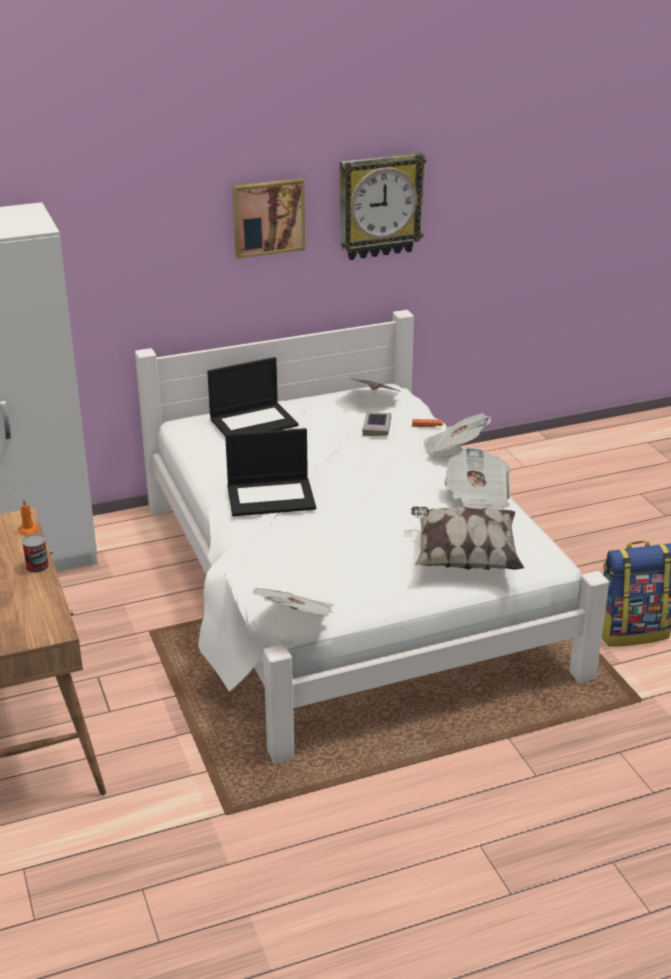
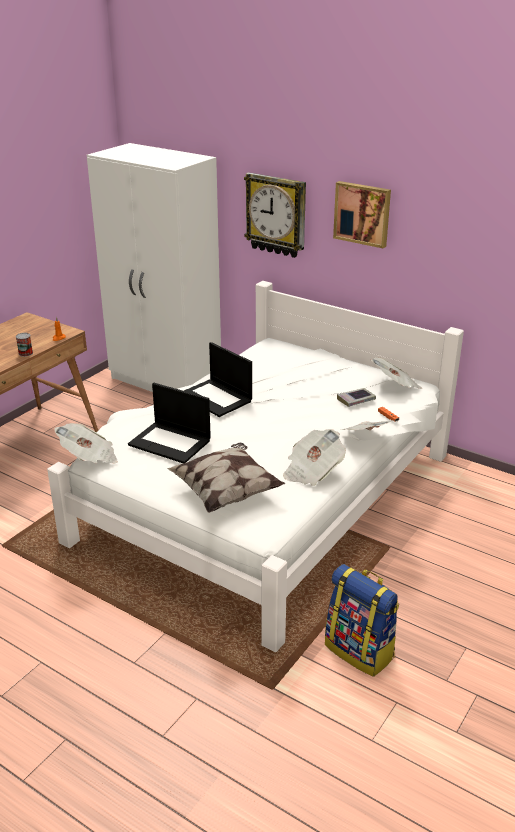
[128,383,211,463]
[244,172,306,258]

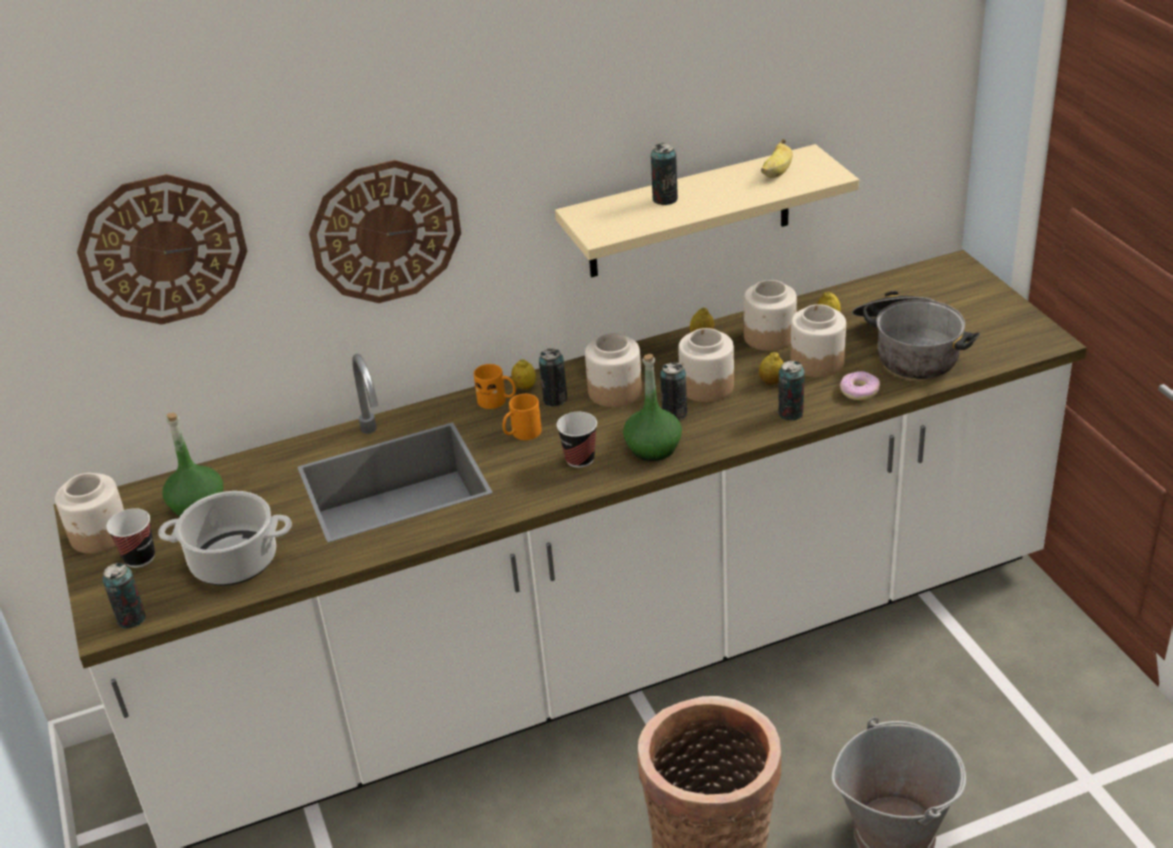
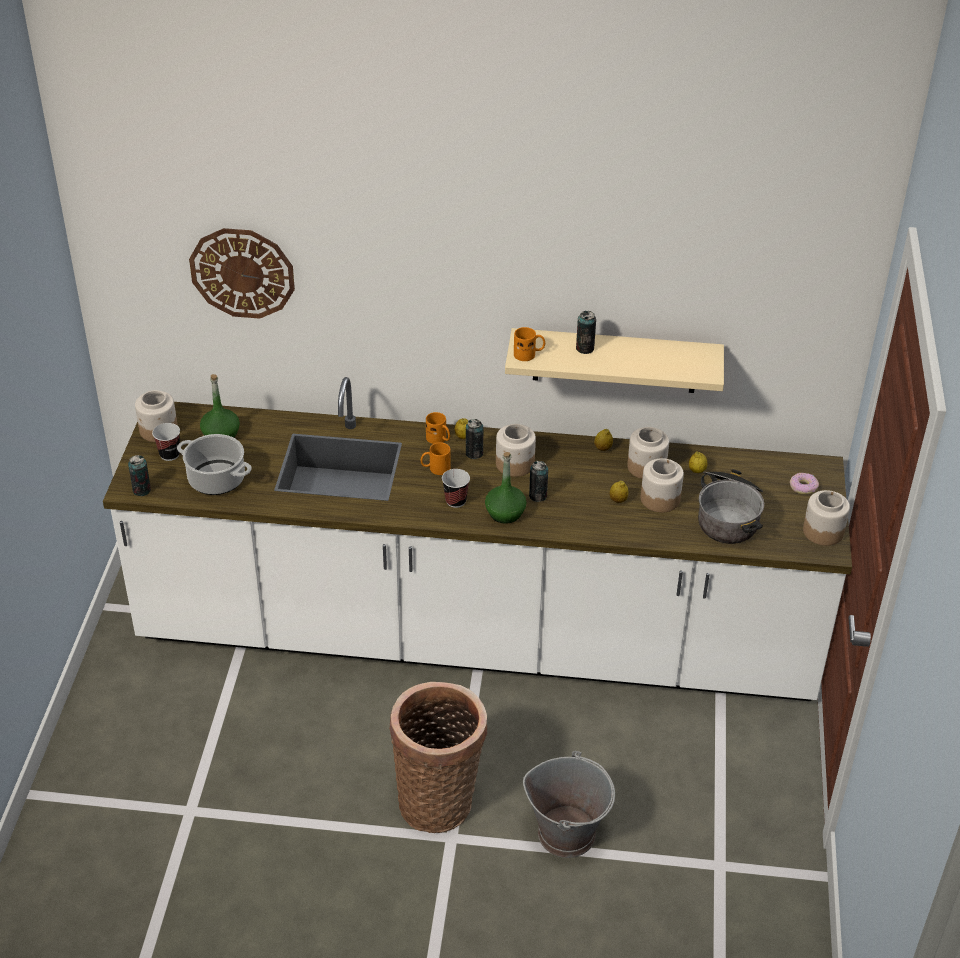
[514,327,545,361]
[790,473,819,495]
[803,490,850,546]
[309,160,461,303] (first image)
[761,139,792,178] (first image)
[778,361,805,420] (first image)

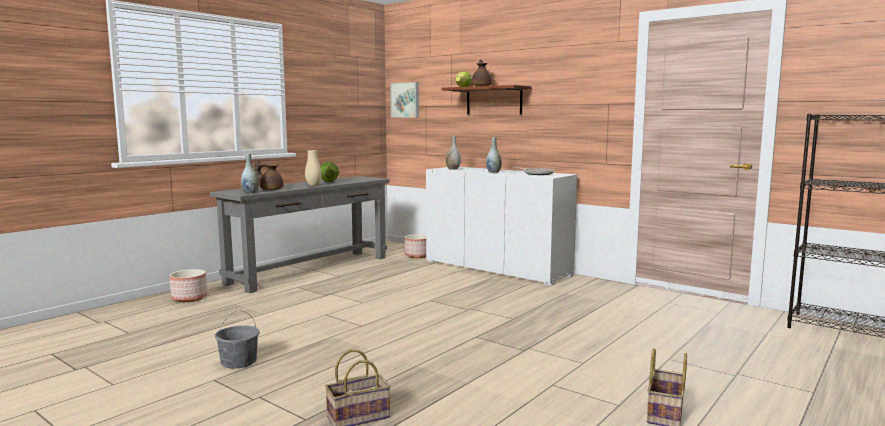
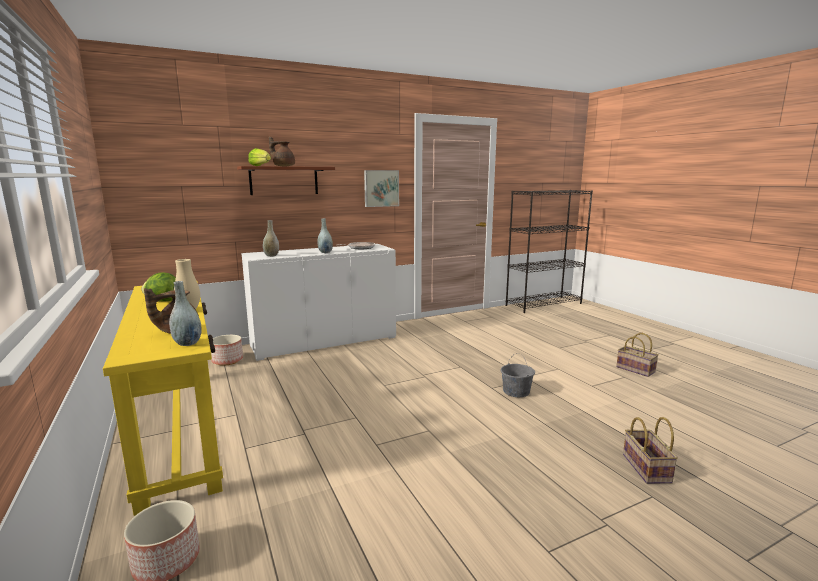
[103,281,223,516]
[364,170,399,207]
[501,353,535,397]

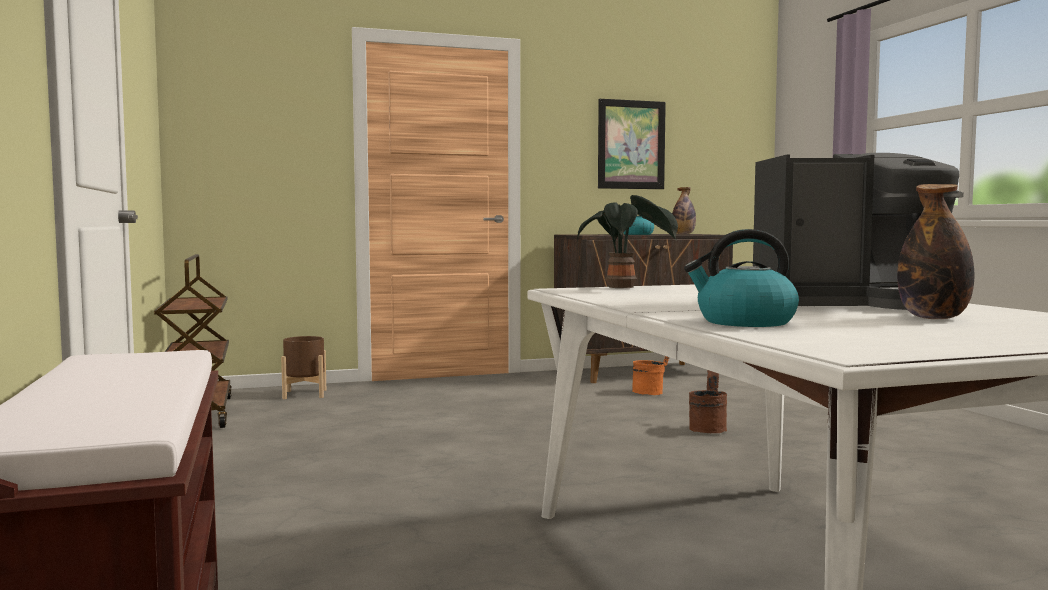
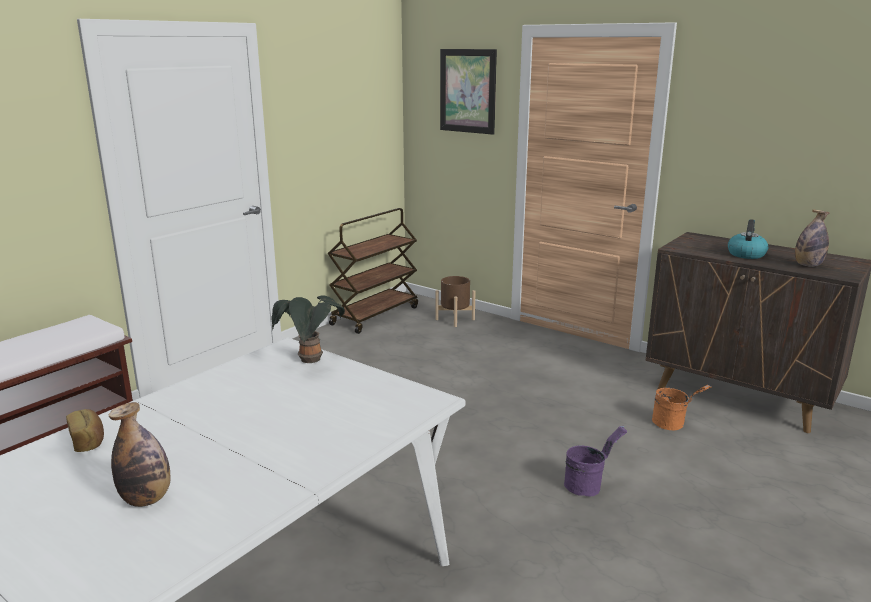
[66,409,104,452]
[440,49,497,135]
[564,426,627,497]
[753,153,964,310] (first image)

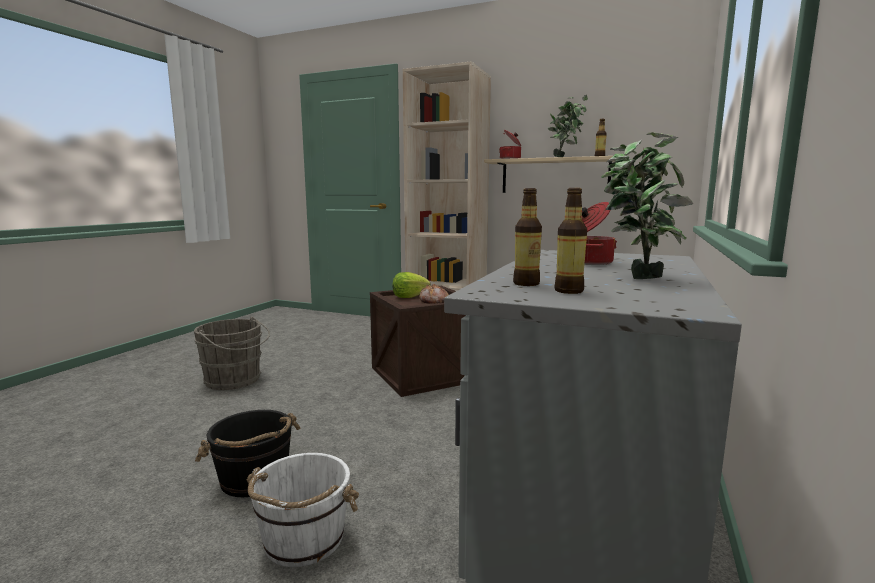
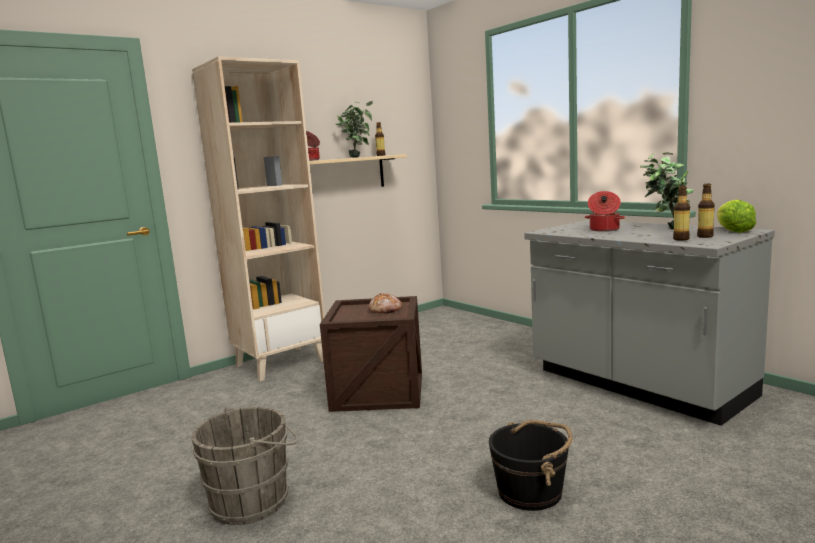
[717,199,756,233]
[247,453,359,567] (first image)

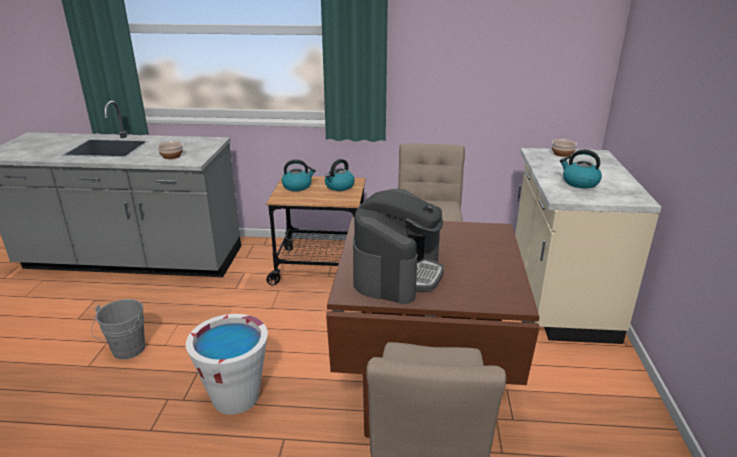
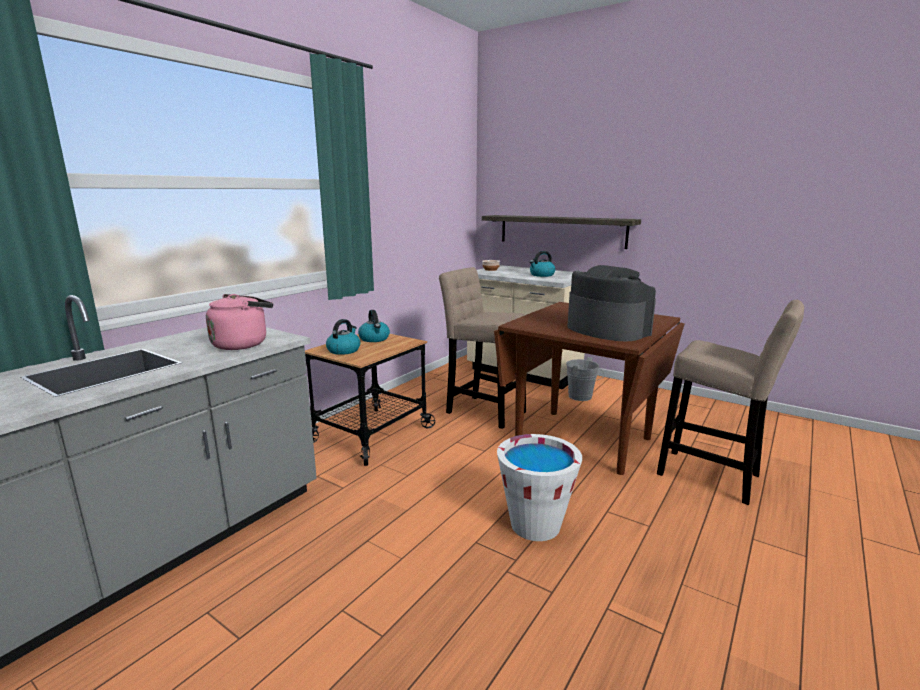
[206,294,273,350]
[482,215,641,249]
[566,357,604,401]

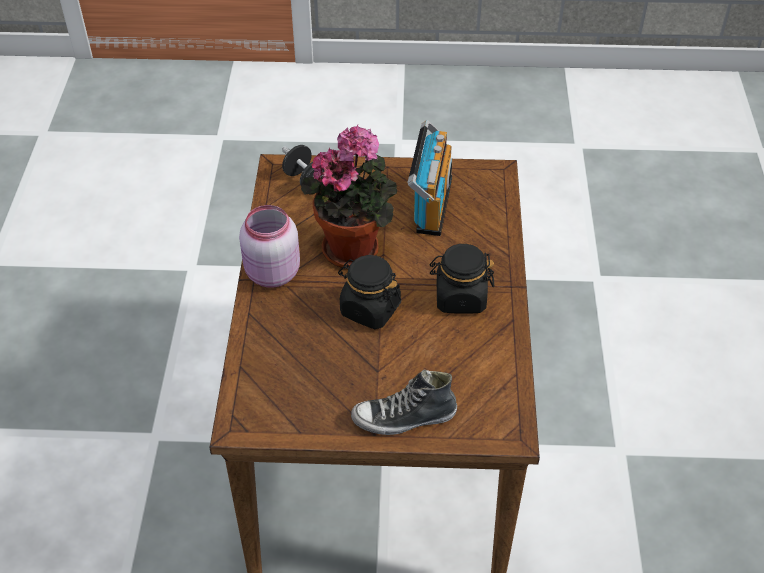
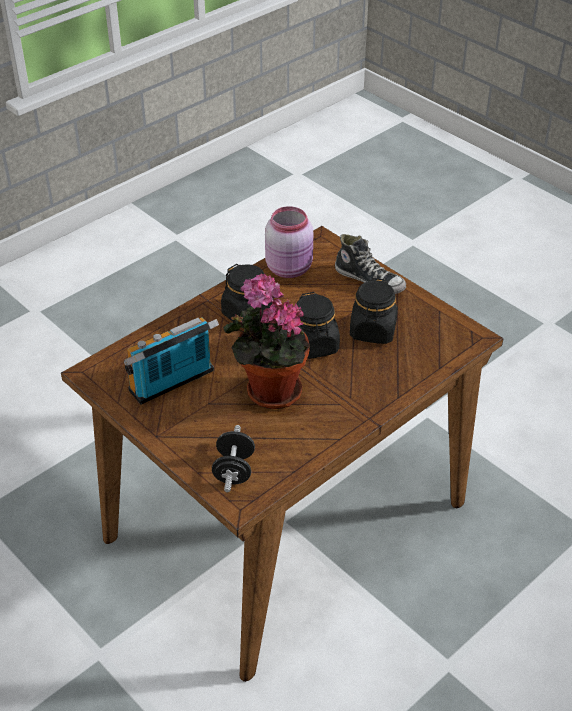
[265,206,313,278]
[350,278,398,344]

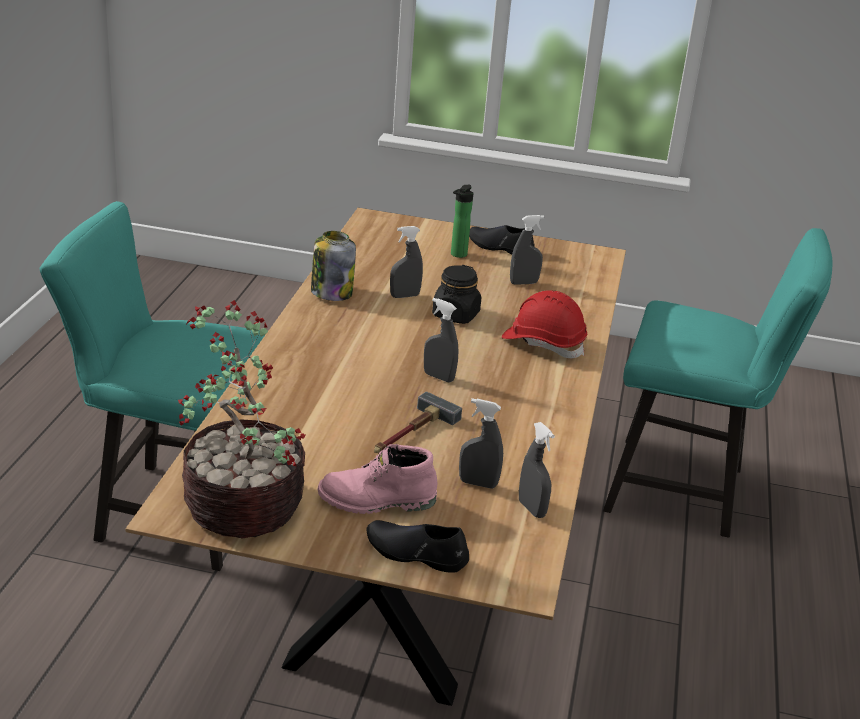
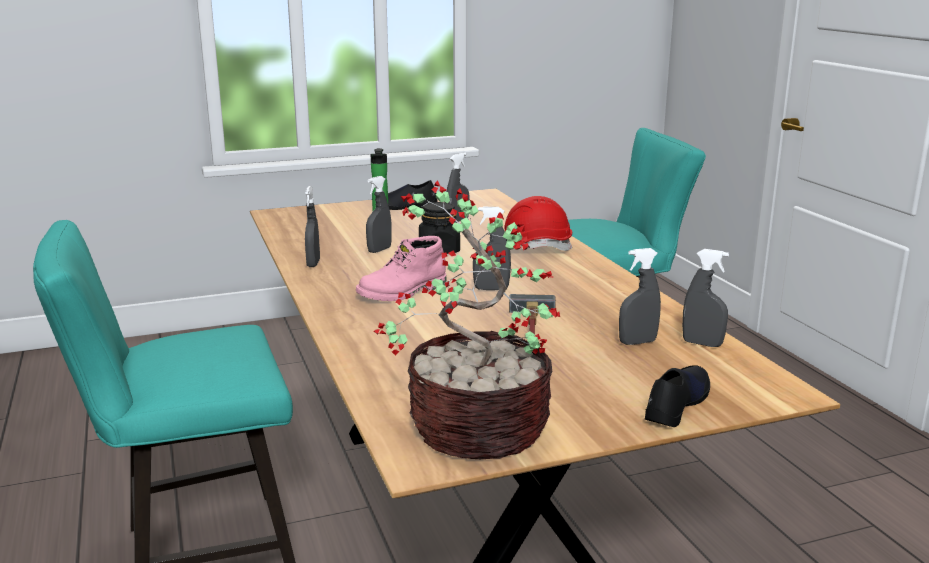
[305,186,320,267]
[356,236,446,301]
[645,365,710,427]

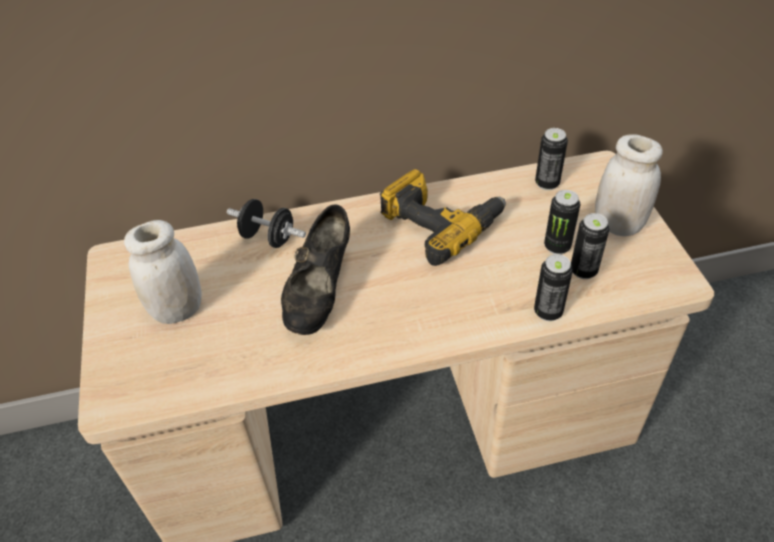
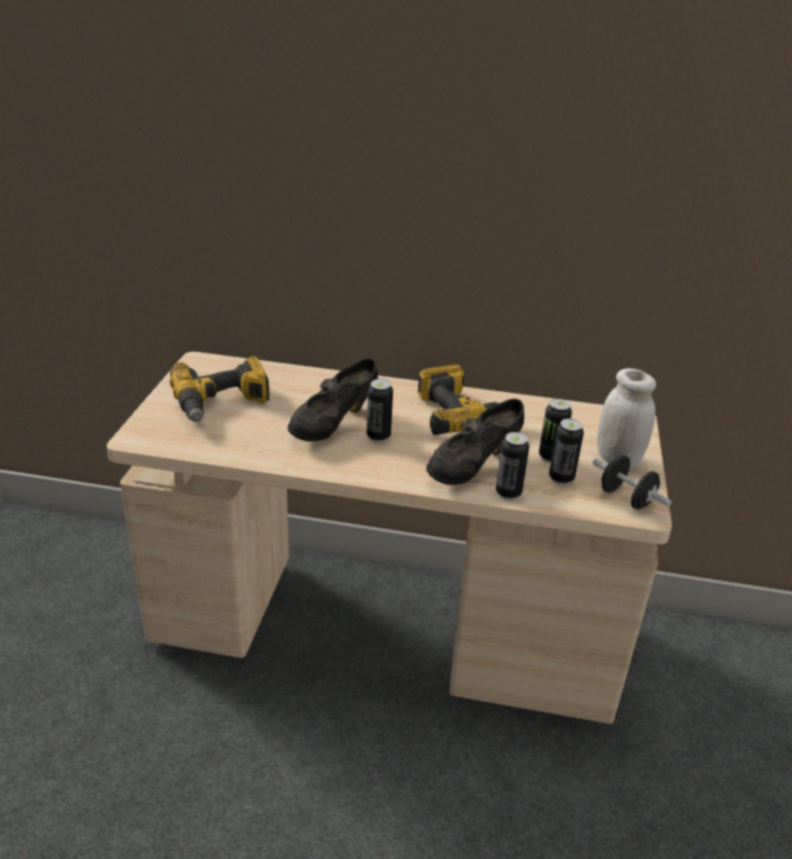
[170,356,269,422]
[367,379,393,442]
[426,399,524,485]
[593,455,672,510]

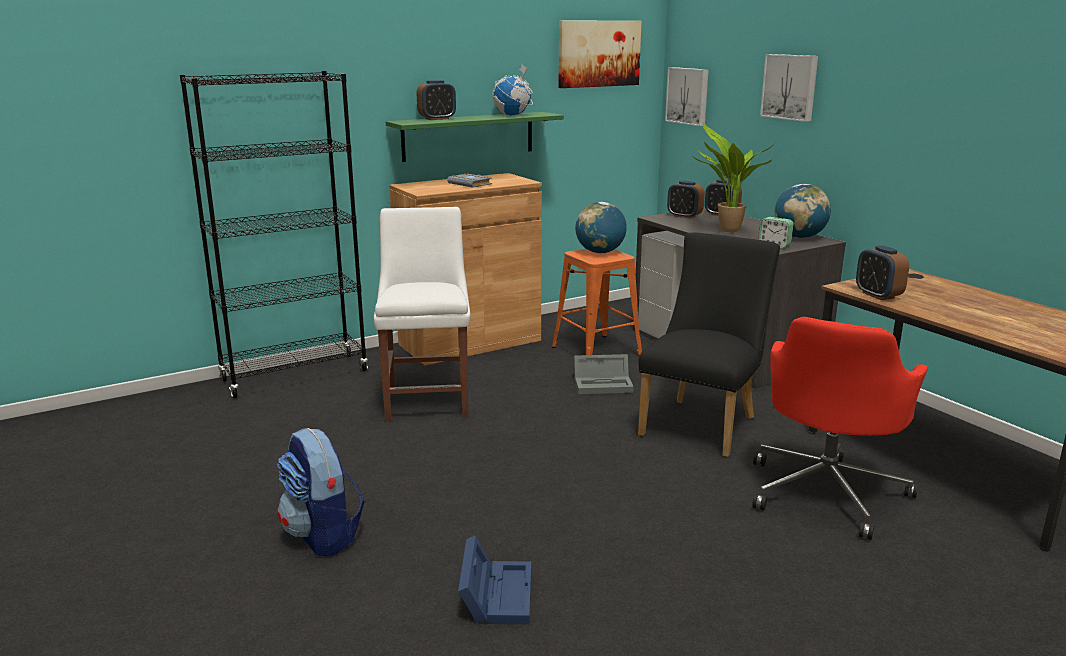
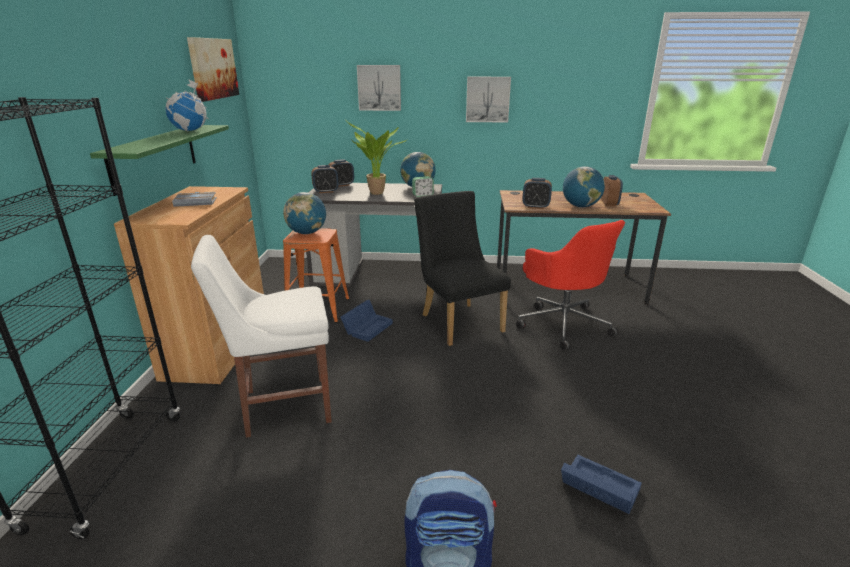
[191,235,332,438]
[341,300,393,342]
[466,77,511,123]
[563,166,605,207]
[601,175,623,206]

